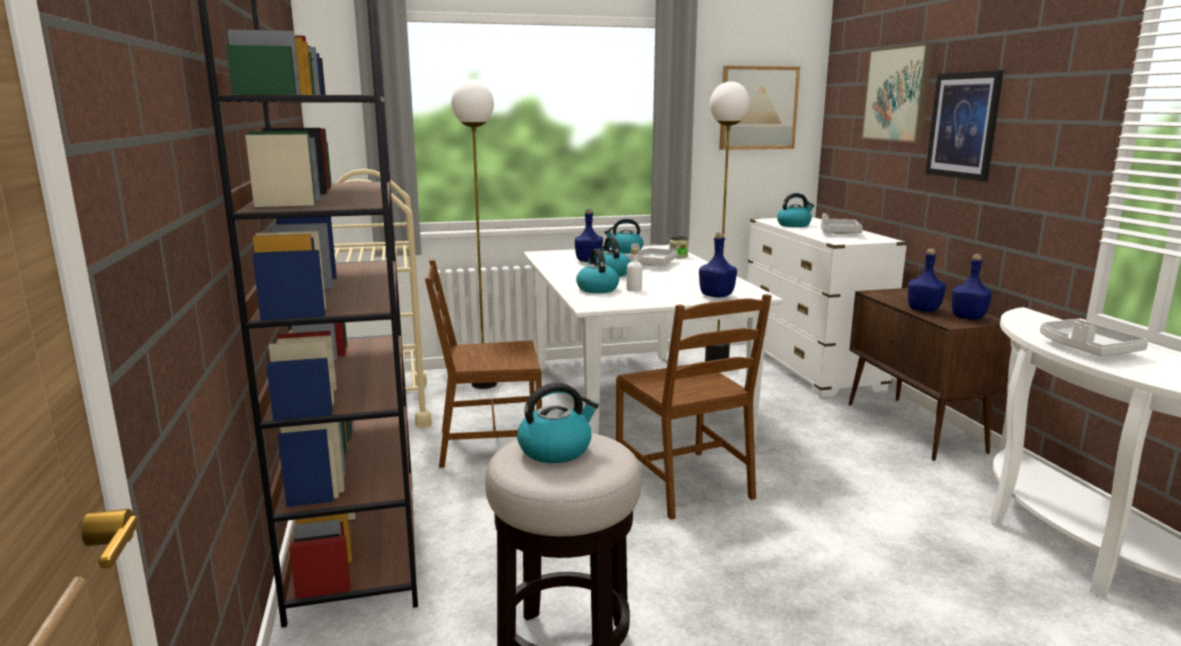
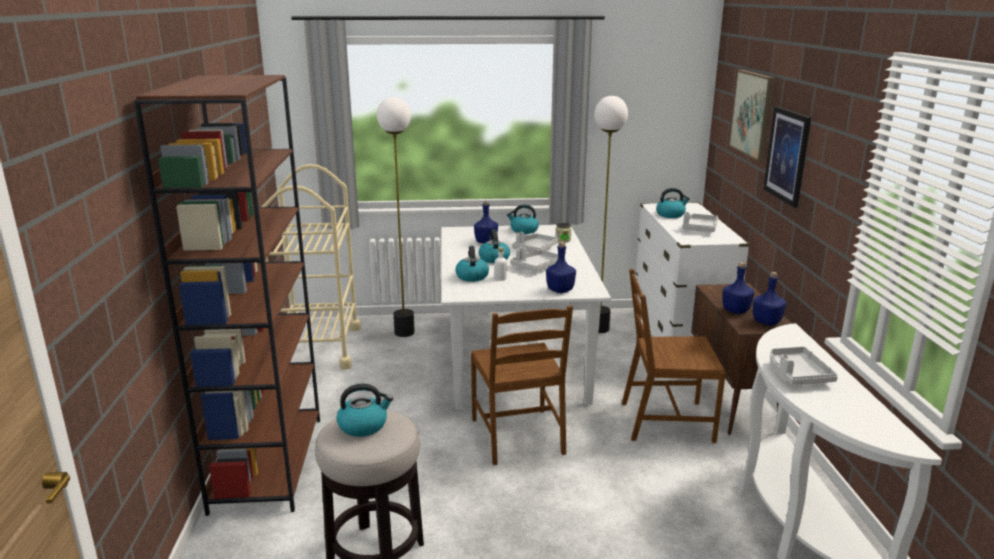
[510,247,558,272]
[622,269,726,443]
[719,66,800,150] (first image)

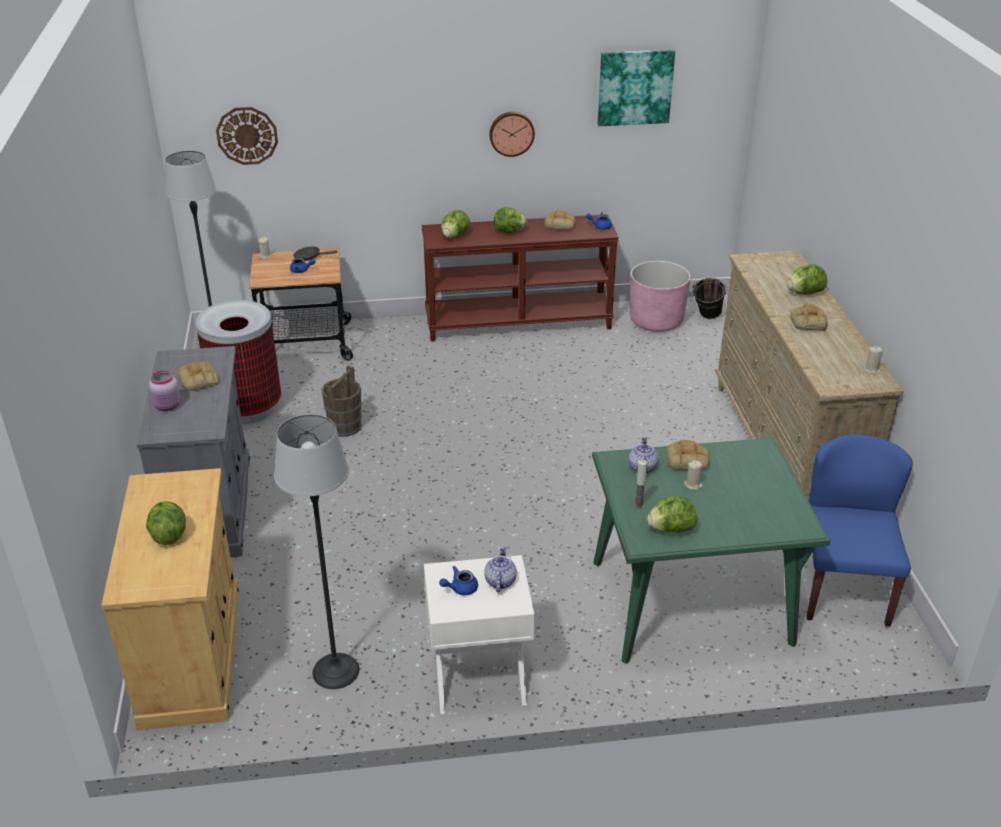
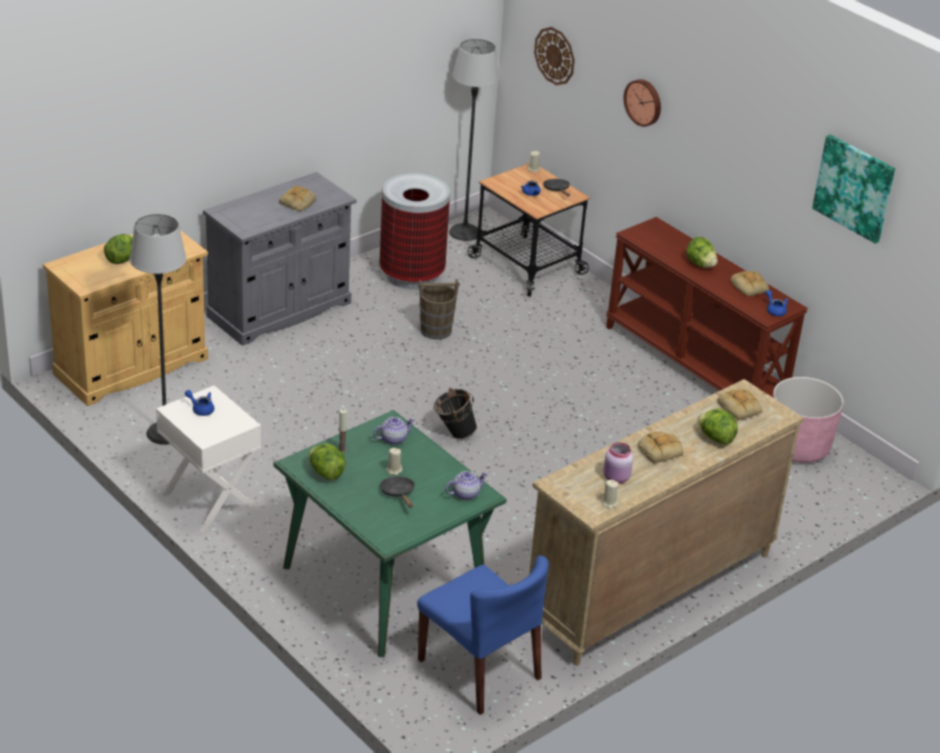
[380,476,415,508]
[417,555,549,715]
[434,388,477,439]
[445,471,488,500]
[603,442,634,484]
[624,79,661,127]
[718,389,763,420]
[441,210,471,238] (first image)

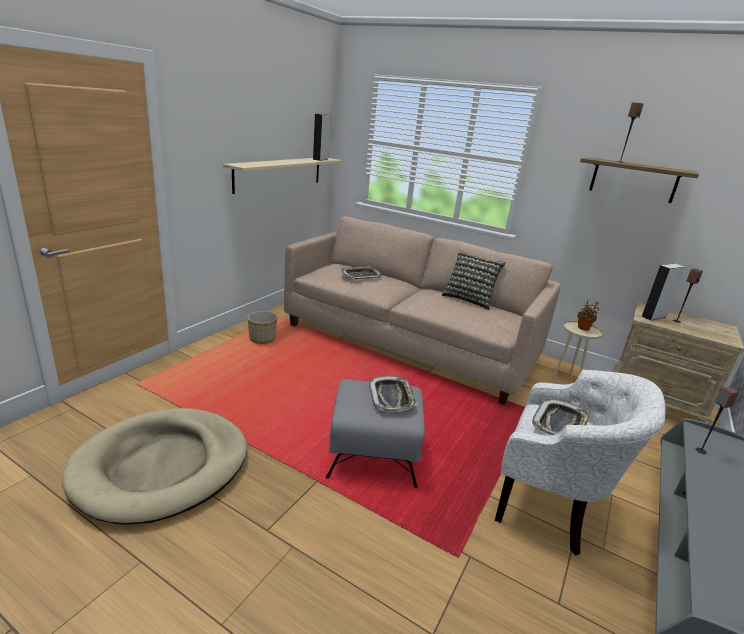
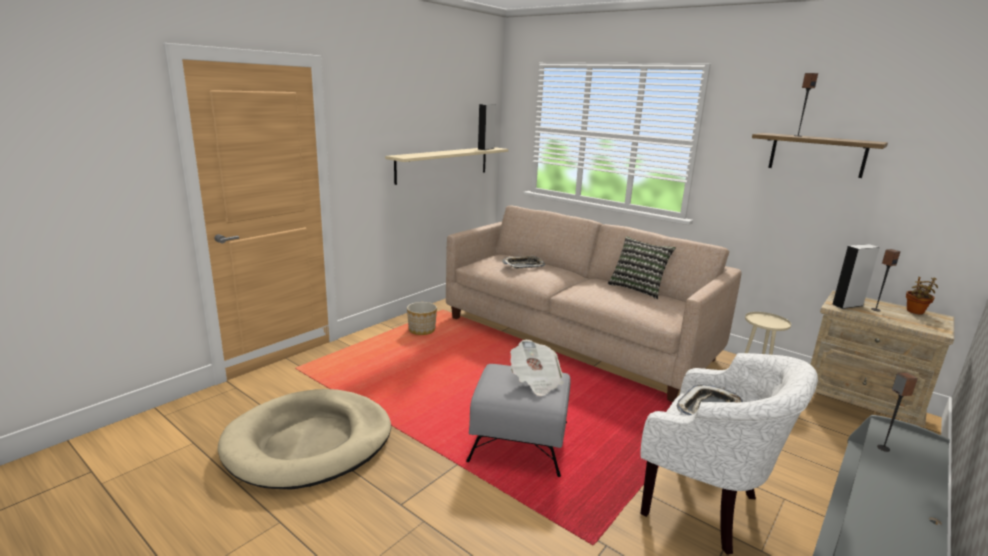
[510,340,564,396]
[906,277,938,314]

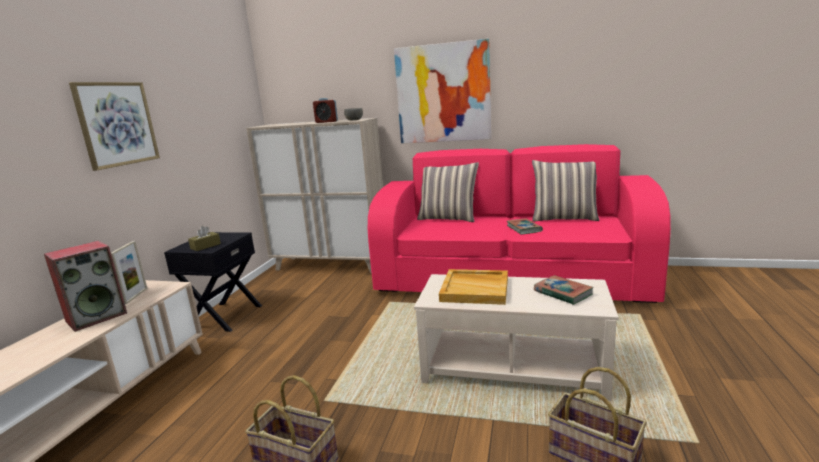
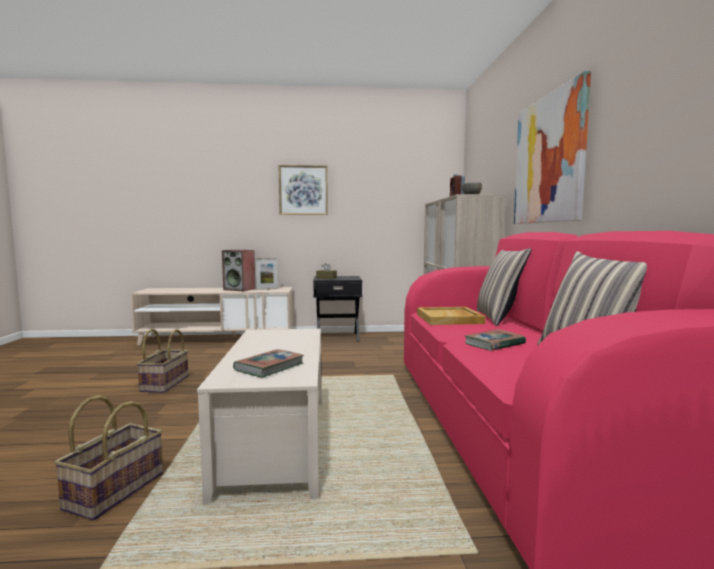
[417,307,485,325]

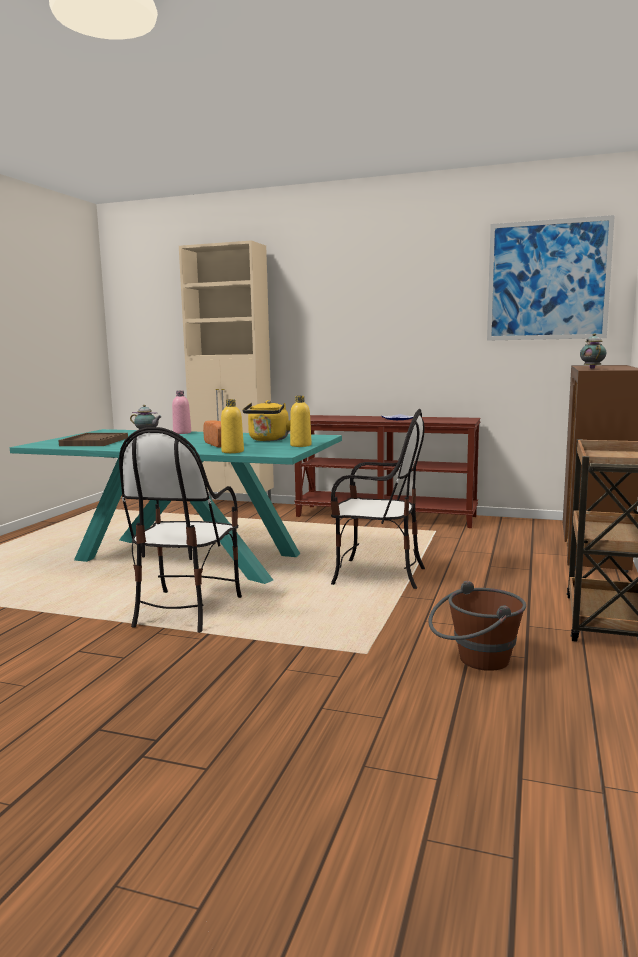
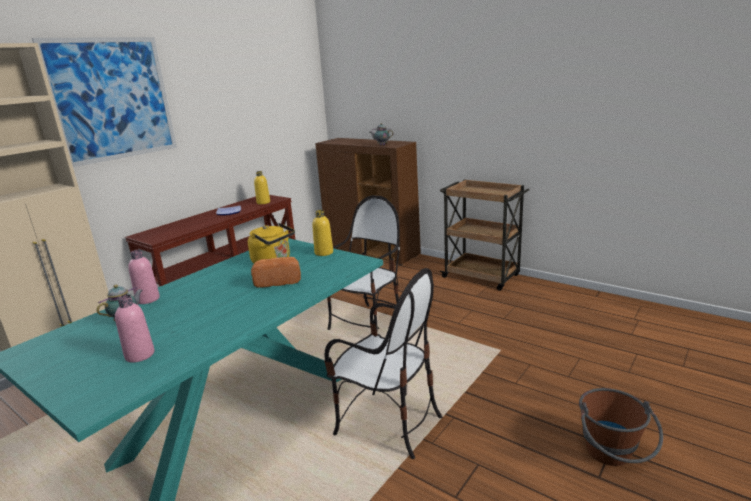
[32,37,177,167]
[115,295,155,363]
[254,171,270,204]
[579,388,663,466]

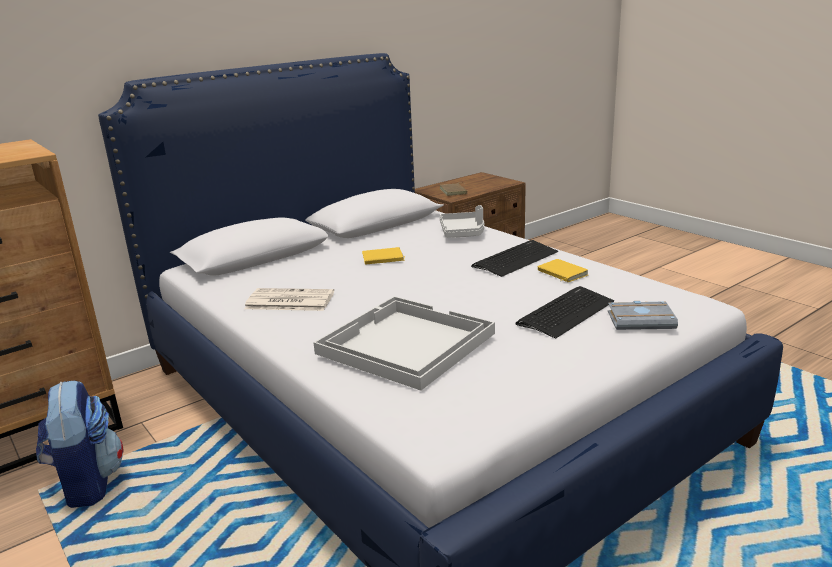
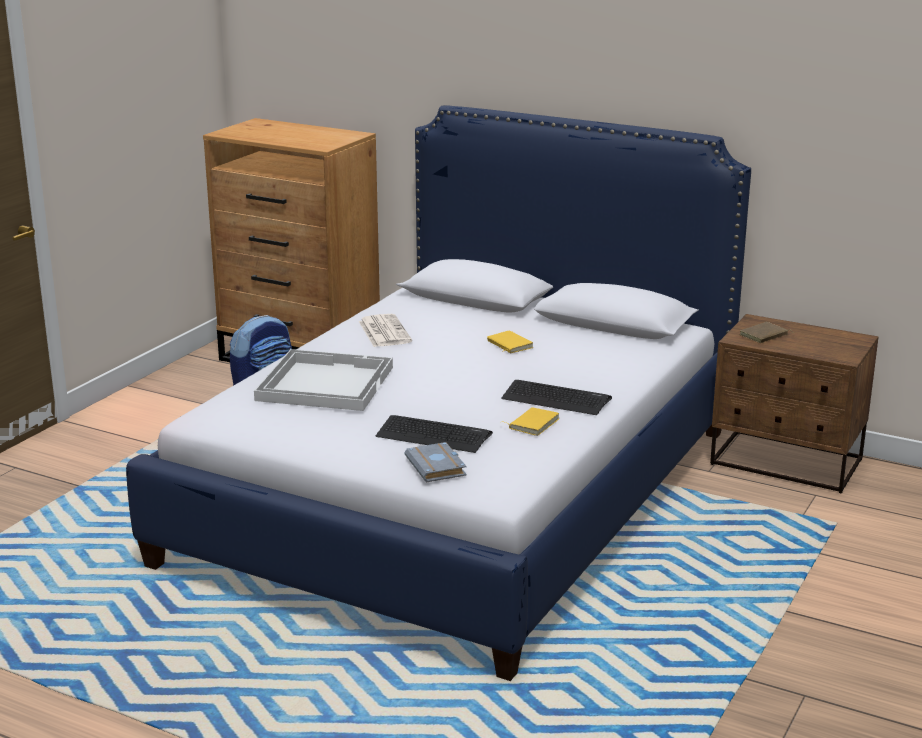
[439,205,484,238] (first image)

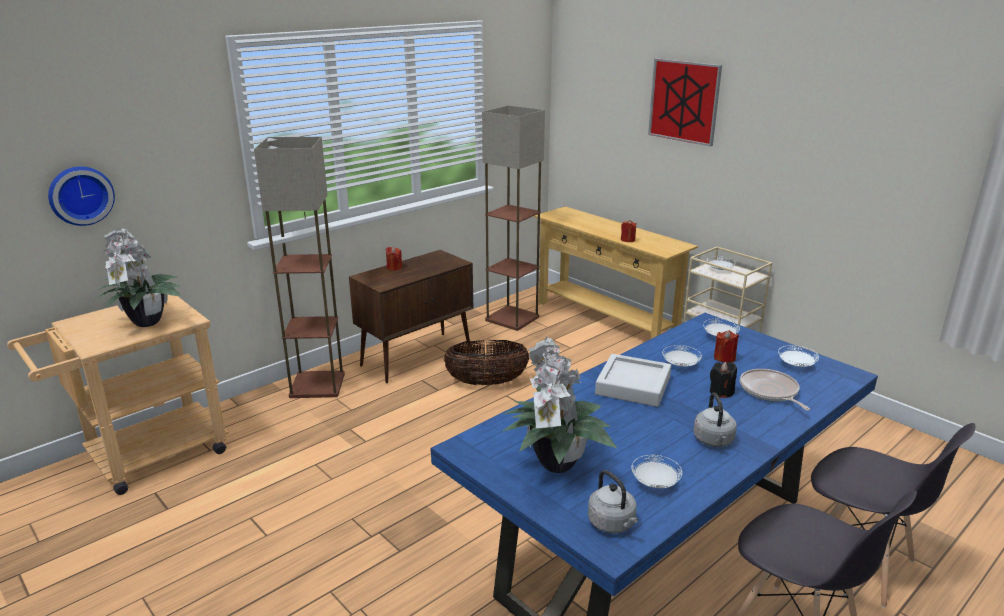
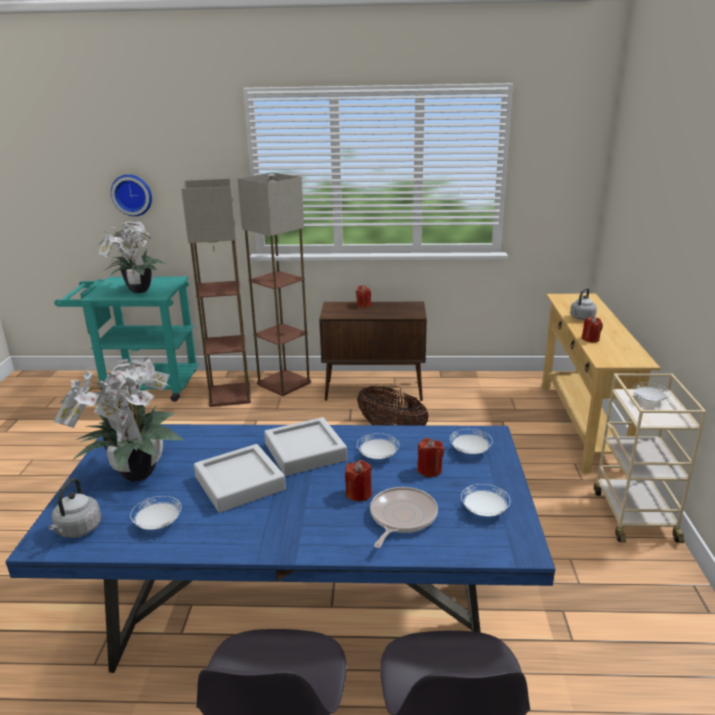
[54,276,199,402]
[181,179,251,407]
[194,444,286,513]
[345,460,372,501]
[570,288,597,320]
[648,58,722,146] (first image)

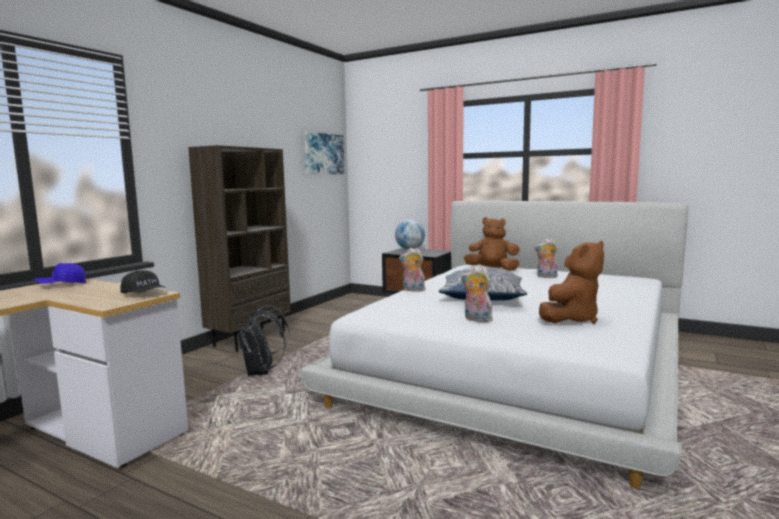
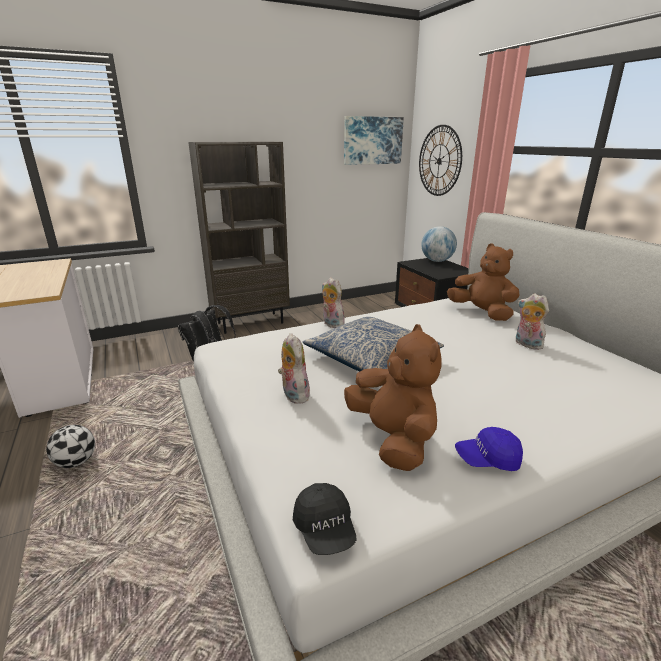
[46,425,95,468]
[293,483,357,555]
[344,324,441,471]
[419,125,462,196]
[455,427,523,471]

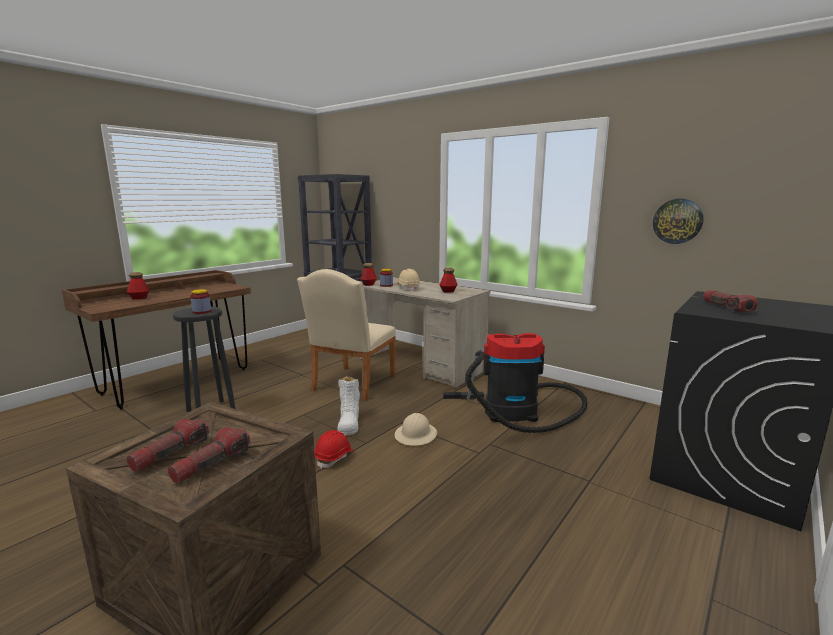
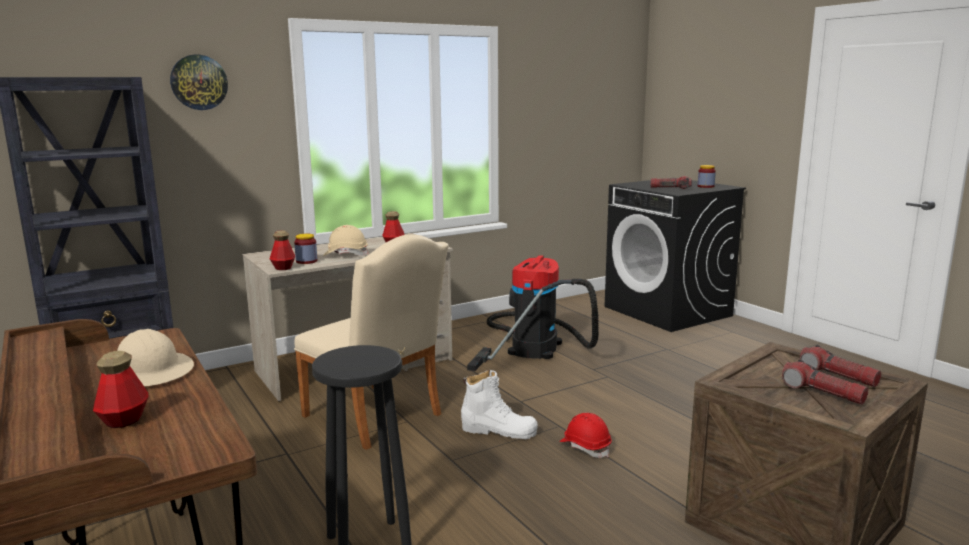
[117,329,194,386]
[170,55,228,110]
[698,165,716,188]

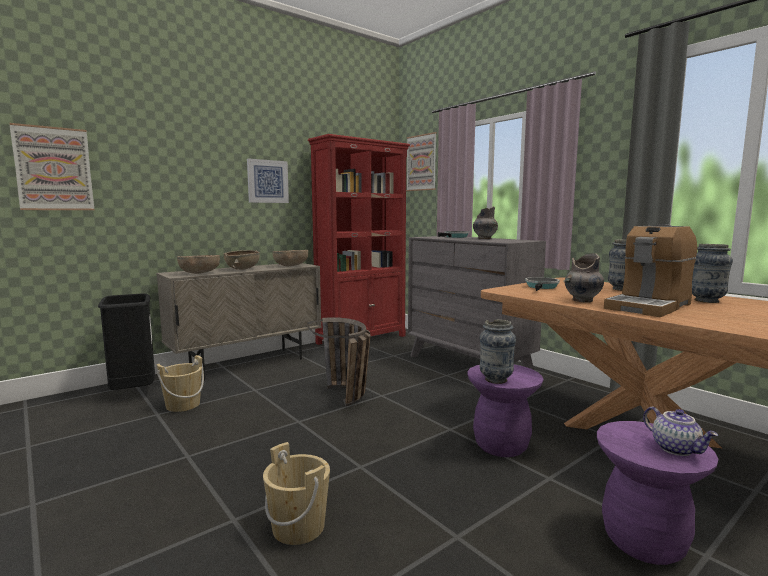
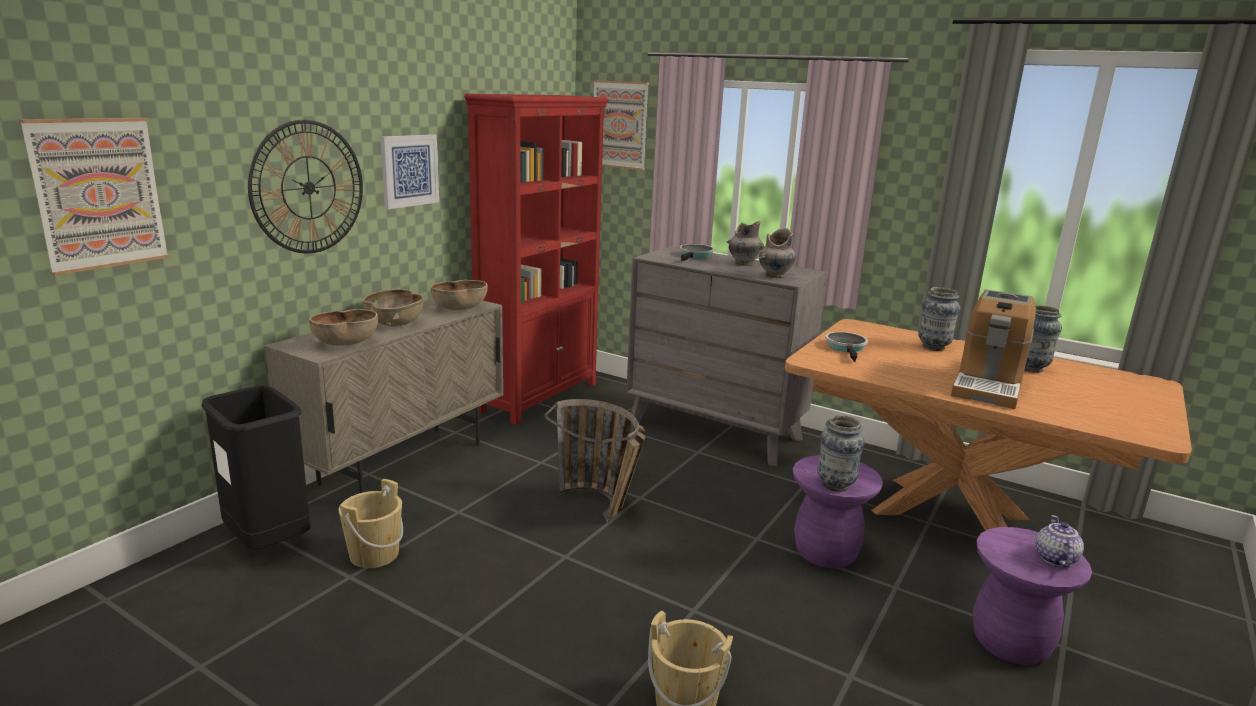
[248,120,363,253]
[759,228,796,278]
[1035,515,1084,567]

